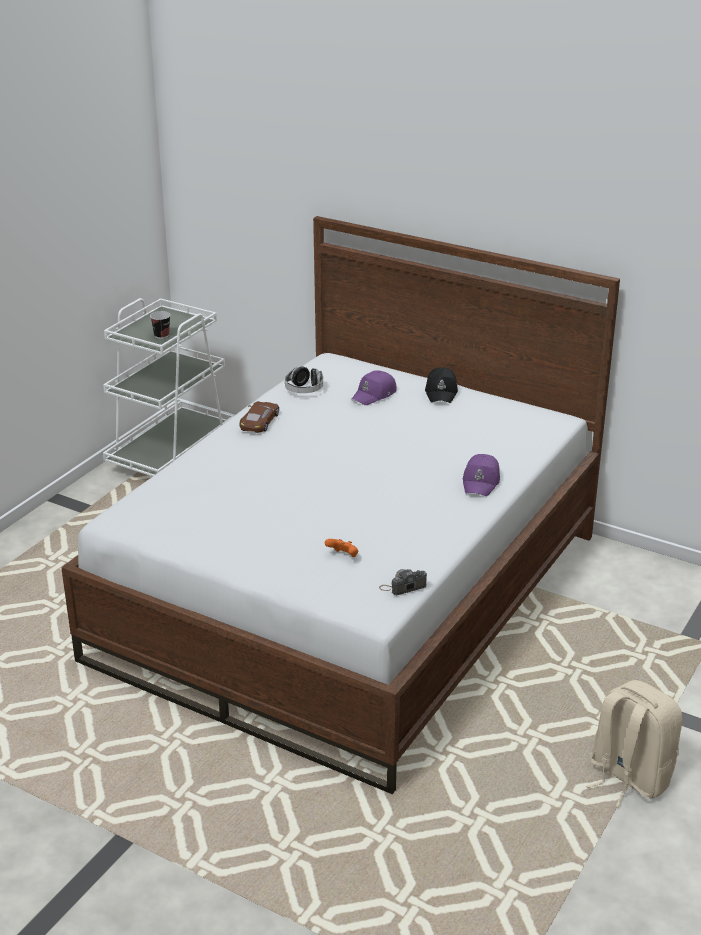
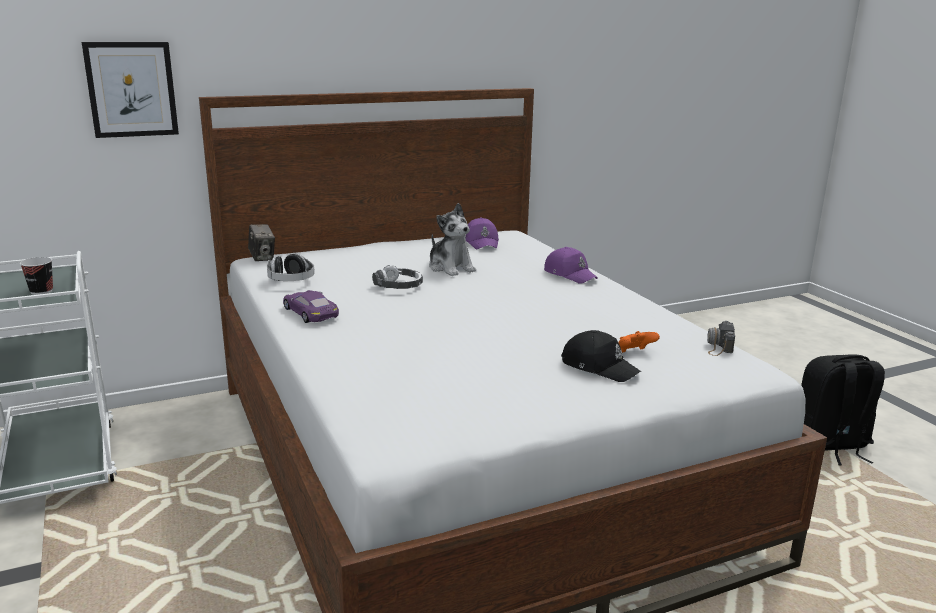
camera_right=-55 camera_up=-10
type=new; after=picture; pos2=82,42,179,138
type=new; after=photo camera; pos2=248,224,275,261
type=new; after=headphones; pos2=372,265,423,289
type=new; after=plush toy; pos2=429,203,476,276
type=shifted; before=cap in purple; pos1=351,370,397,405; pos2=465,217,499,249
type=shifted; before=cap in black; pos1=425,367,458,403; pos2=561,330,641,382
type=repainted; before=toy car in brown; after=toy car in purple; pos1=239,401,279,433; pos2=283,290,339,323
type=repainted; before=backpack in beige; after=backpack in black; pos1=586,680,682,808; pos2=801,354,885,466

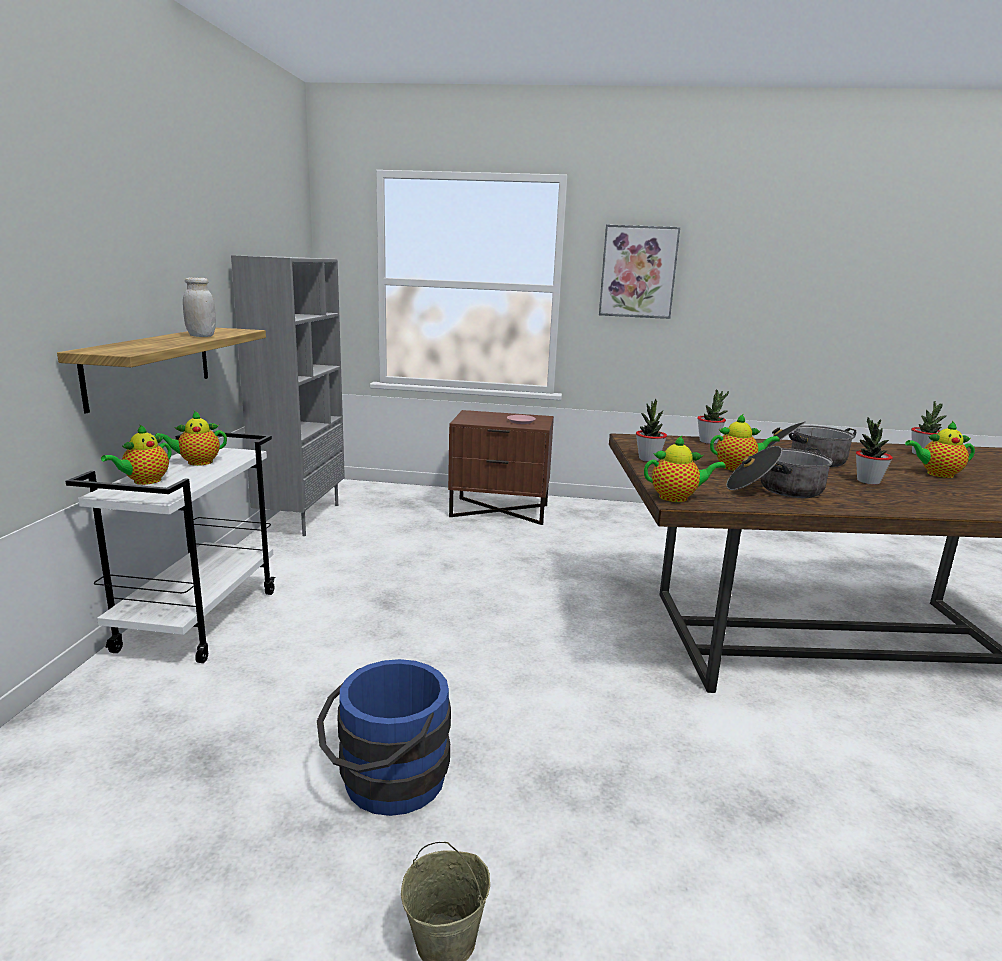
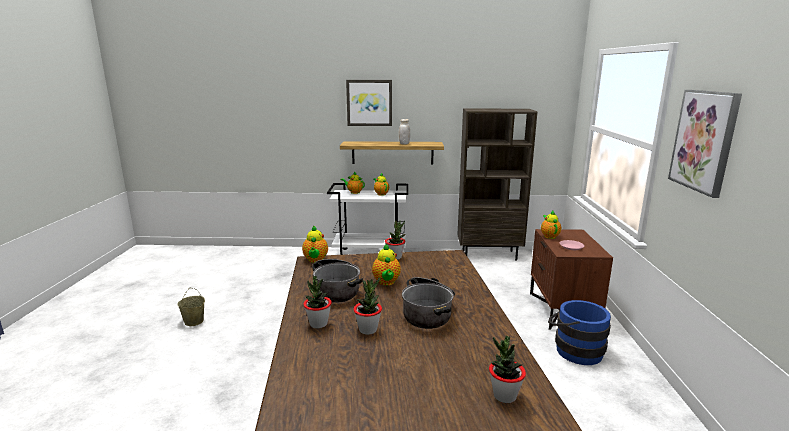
camera_right=85 camera_up=0
type=new; after=picture; pos2=346,80,392,126
type=shifted; before=bucket in blue; pos1=317,659,451,816; pos2=548,300,611,365
type=shifted; before=potted plant; pos1=697,389,729,444; pos2=303,276,332,329
type=shifted; before=teapot; pos1=905,421,975,478; pos2=541,211,561,239
type=repainted; before=bookcase in grey; after=bookcase in brown; pos1=231,255,345,536; pos2=457,109,538,261

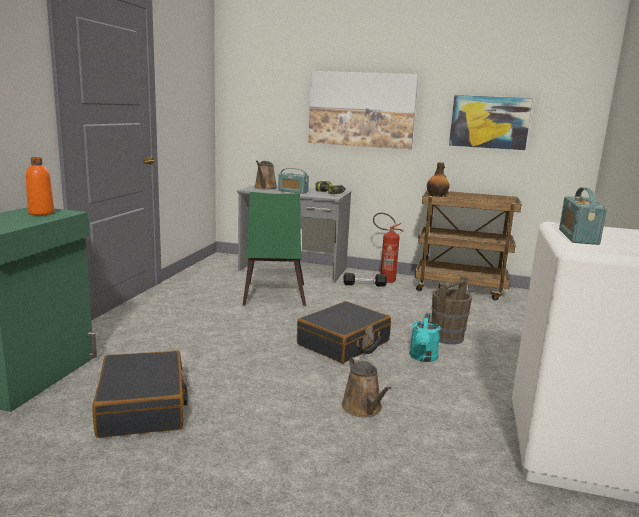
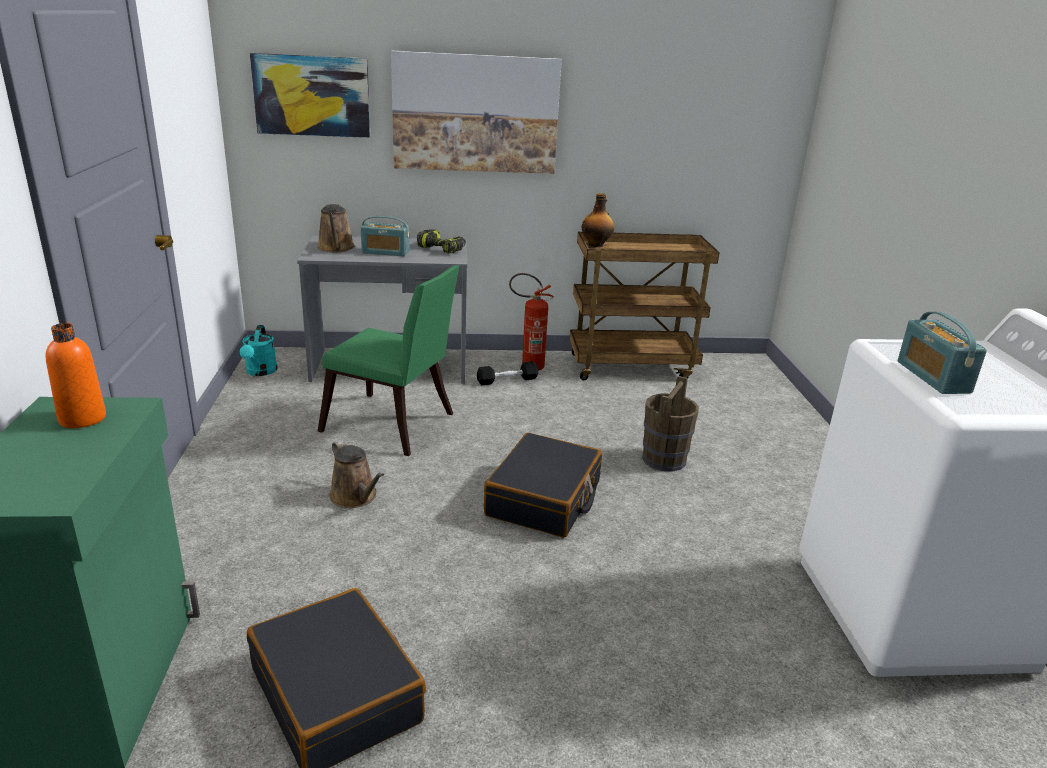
camera_right=-20 camera_up=10
type=shifted; before=watering can in brown; pos1=341,356,392,417; pos2=329,440,384,508
type=shifted; before=watering can in turquoise; pos1=409,313,441,362; pos2=240,325,278,376
type=shifted; before=picture; pos1=449,95,533,150; pos2=250,53,370,138
type=rotated; before=chair in green; pos1=243,192,306,306; pos2=318,265,460,456; turn=-45

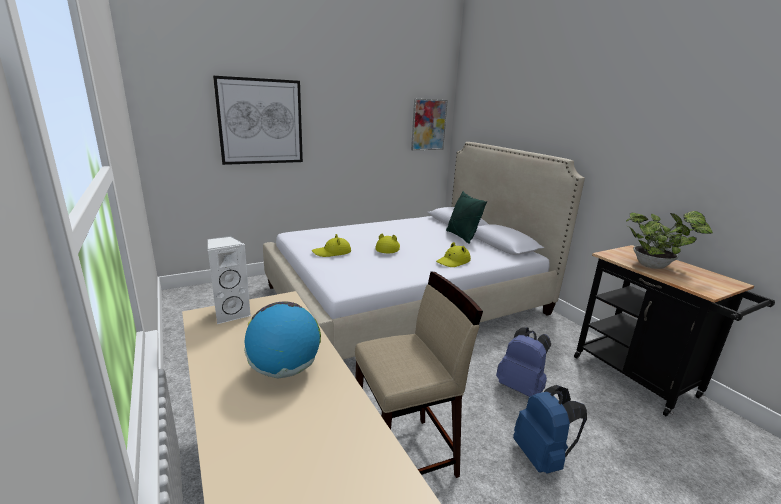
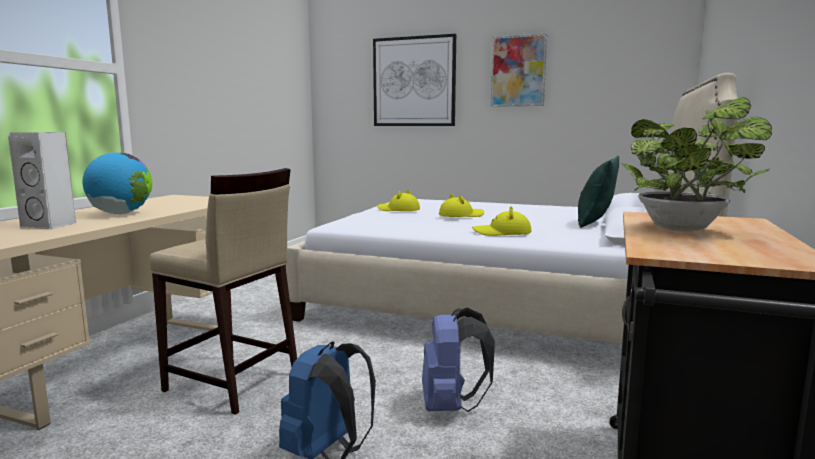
camera_right=50 camera_up=-10
type=shifted; before=speaker in white; pos1=208,236,252,324; pos2=8,132,76,229
type=shifted; before=picture; pos1=411,99,448,150; pos2=491,34,547,107

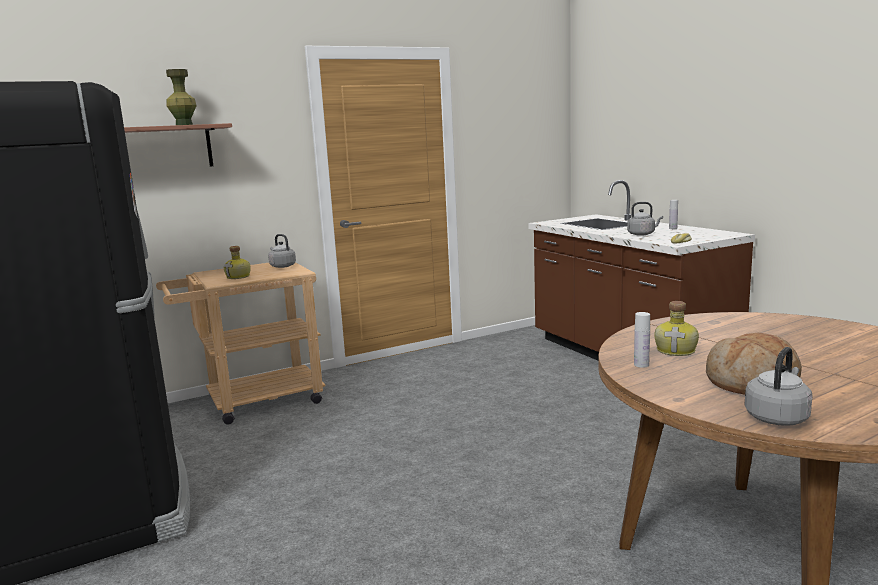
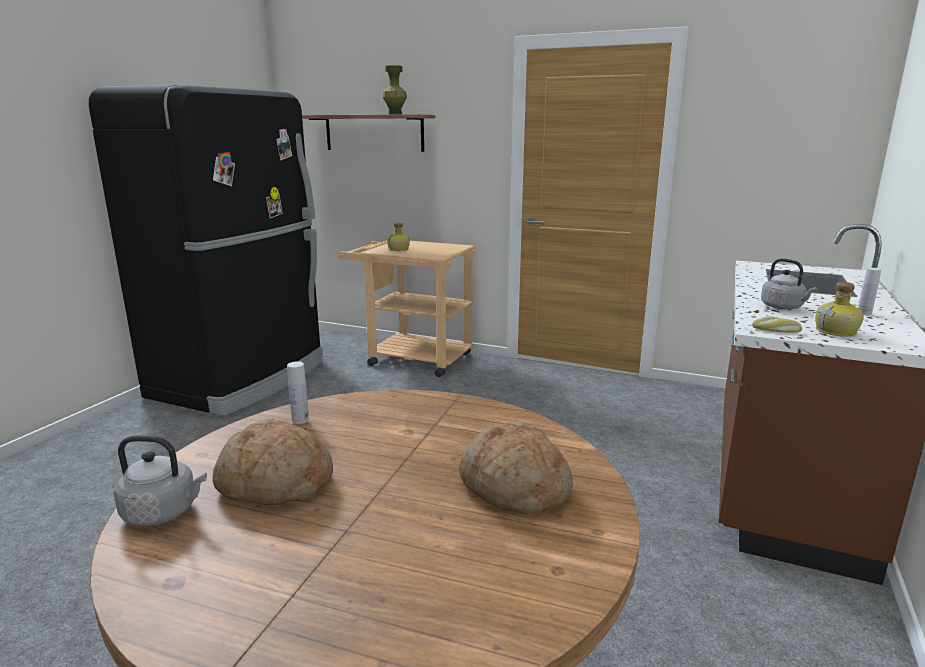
camera_right=50 camera_up=5
type=gone; before=kettle in grey; pos1=268,234,296,268
type=new; after=bread; pos2=459,422,573,515
type=shifted; before=bottle; pos1=655,301,699,356; pos2=815,282,864,337

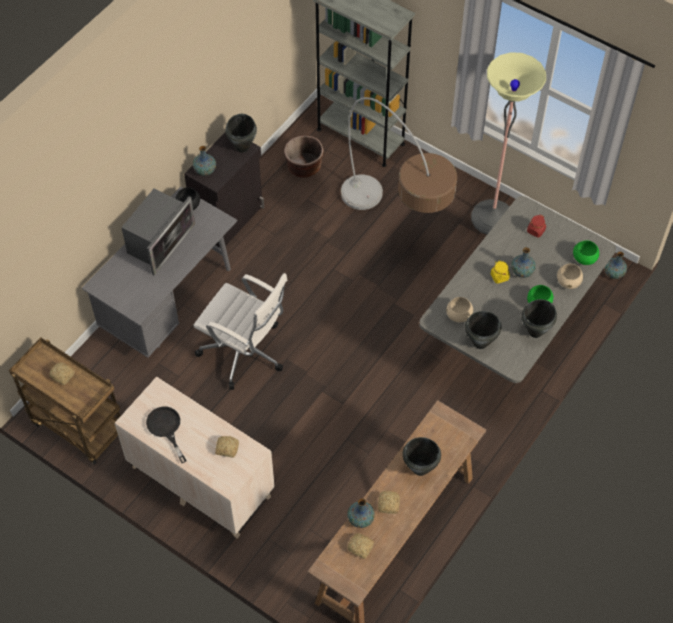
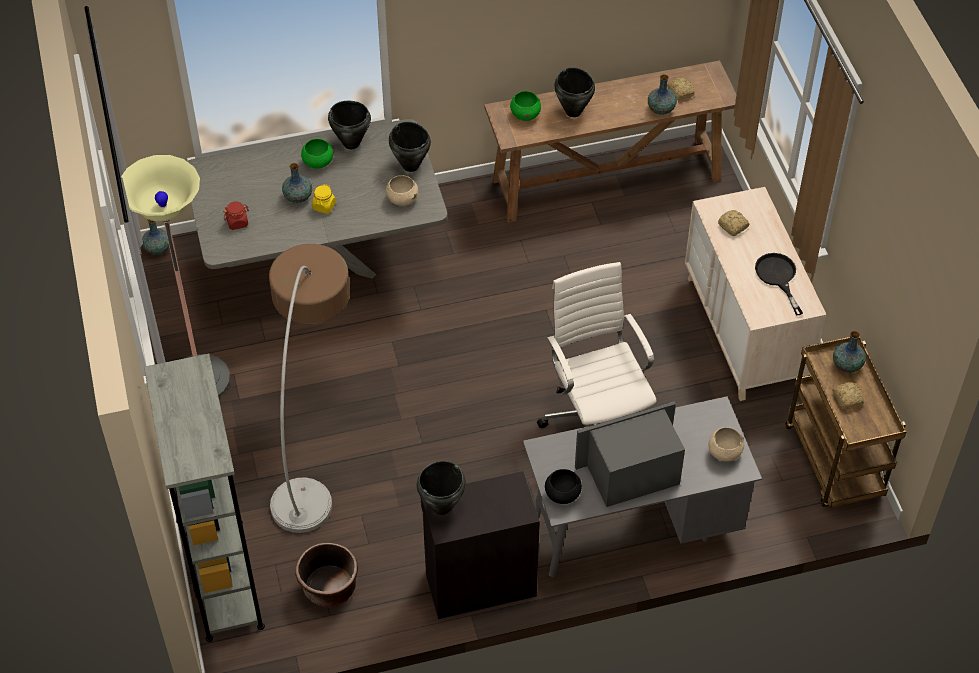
camera_right=-140 camera_up=-5
type=gone; before=bread; pos1=378,491,400,514
type=shifted; before=vase; pos1=193,146,216,176; pos2=833,331,866,373
type=shifted; before=bowl in beige; pos1=557,264,583,289; pos2=709,427,744,462
type=shifted; before=bowl in green; pos1=573,240,599,265; pos2=510,91,541,121
type=rotated; before=frying pan in black; pos1=146,407,187,463; pos2=755,253,803,316; turn=150

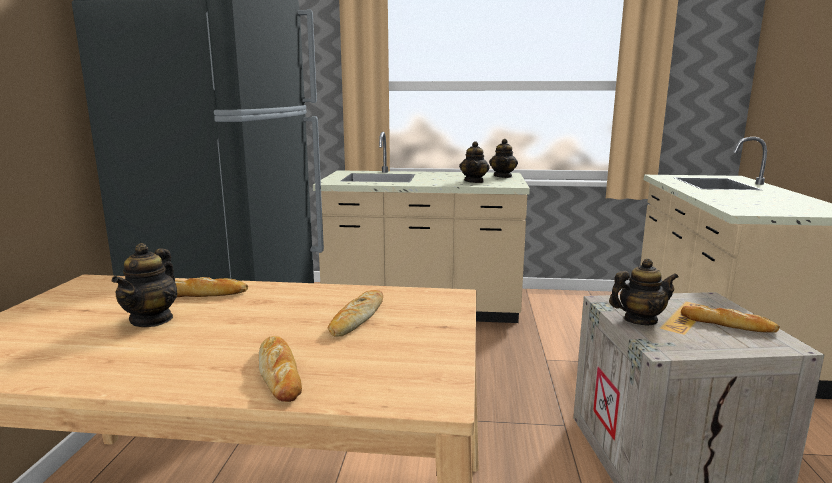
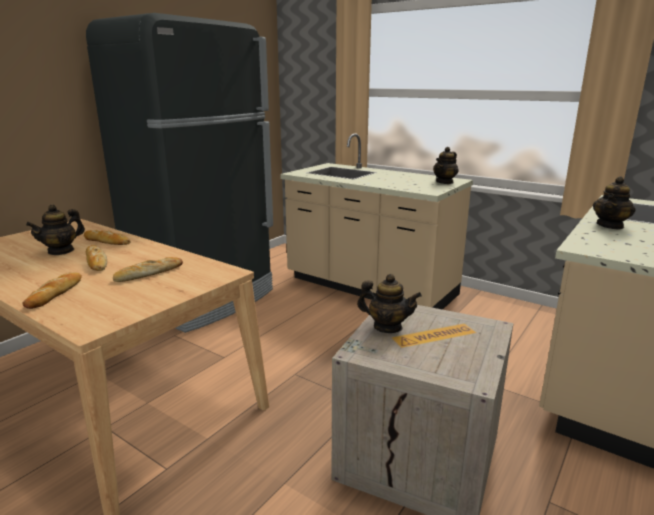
camera_right=30 camera_up=5
type=shifted; before=teapot; pos1=459,141,490,183; pos2=593,176,636,230
type=shifted; before=bread; pos1=681,306,780,333; pos2=86,245,107,271

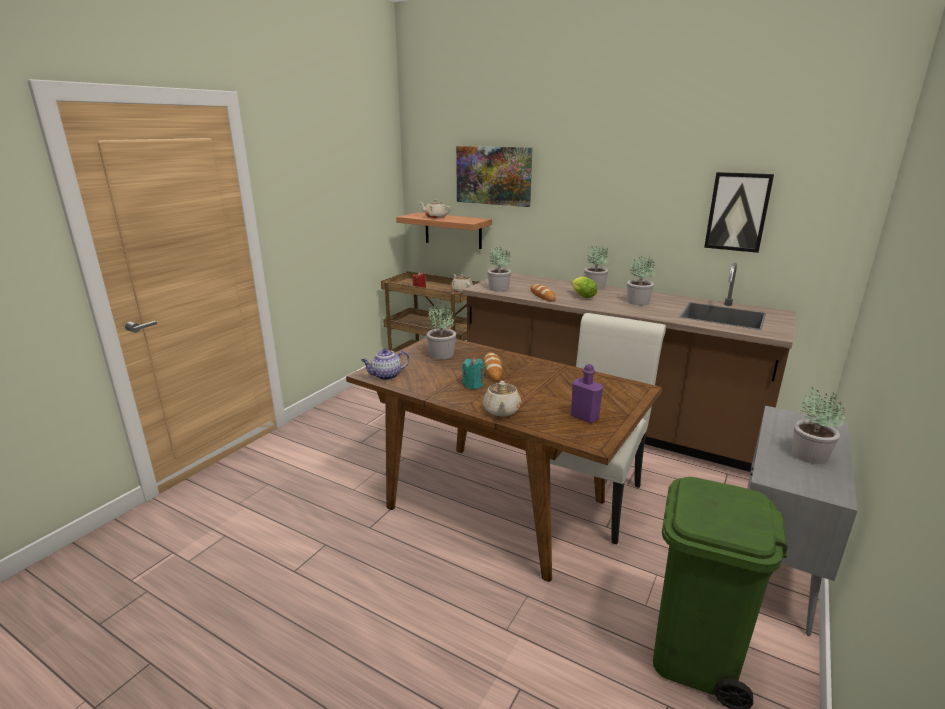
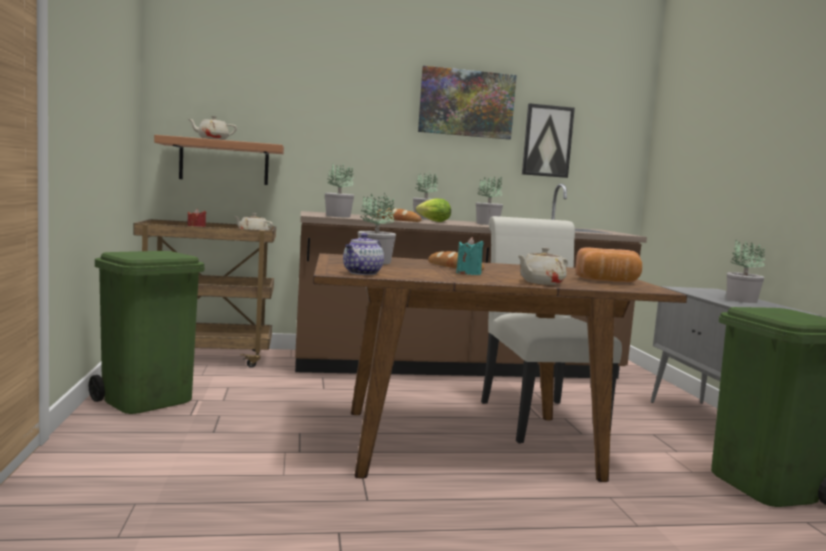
camera_right=-40 camera_up=-15
type=new; after=trash can in green; pos2=89,251,204,414
type=shifted; before=picture; pos1=456,146,532,207; pos2=418,65,517,140
type=swapped; before=bottle in purple; after=bread; pos1=571,364,603,423; pos2=575,248,642,282
type=rotated; before=teapot in beige; pos1=483,381,521,417; pos2=517,248,568,285; turn=90

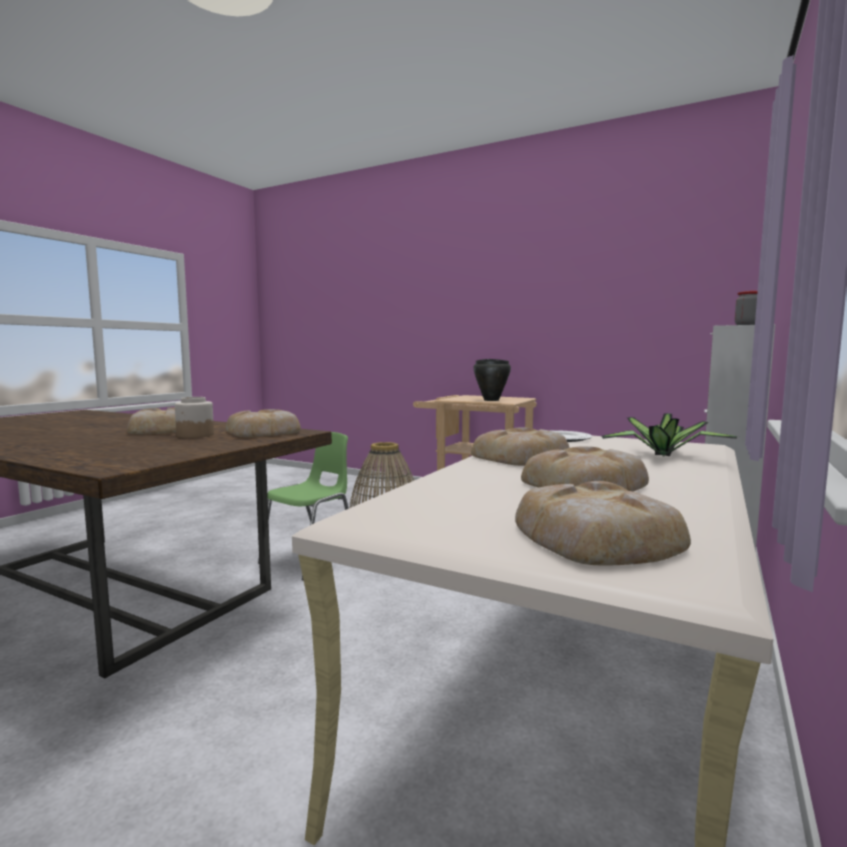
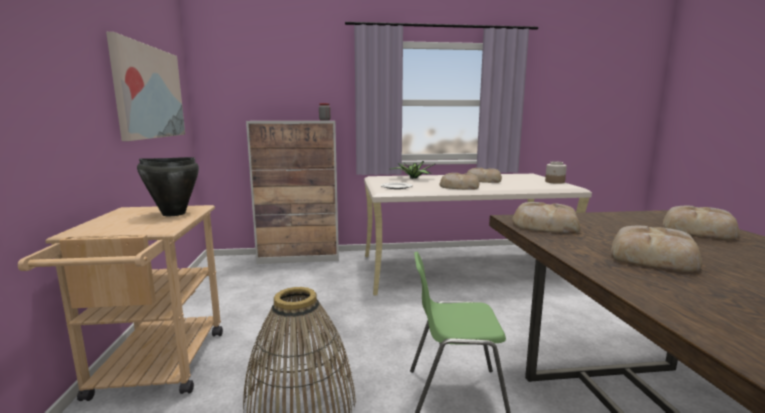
camera_right=-125 camera_up=5
type=new; after=picture; pos2=106,32,185,141
type=shifted; before=jar; pos1=175,397,214,438; pos2=545,161,567,184
type=shifted; before=bread; pos1=515,481,691,566; pos2=663,206,740,239

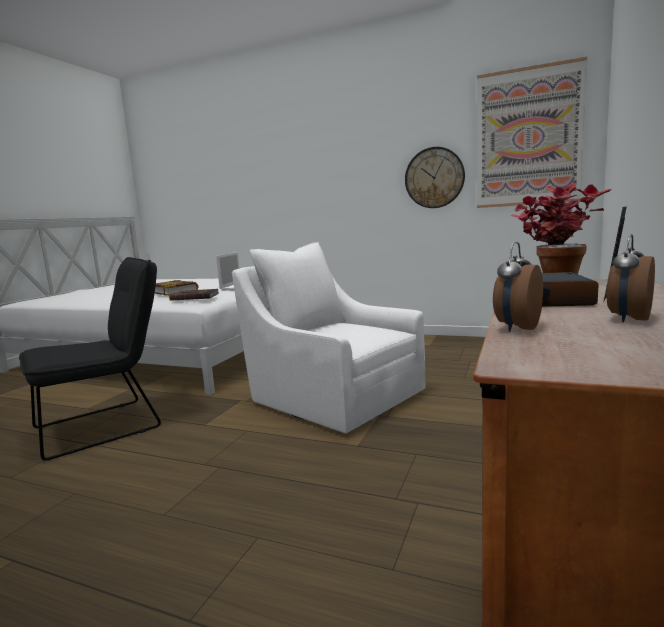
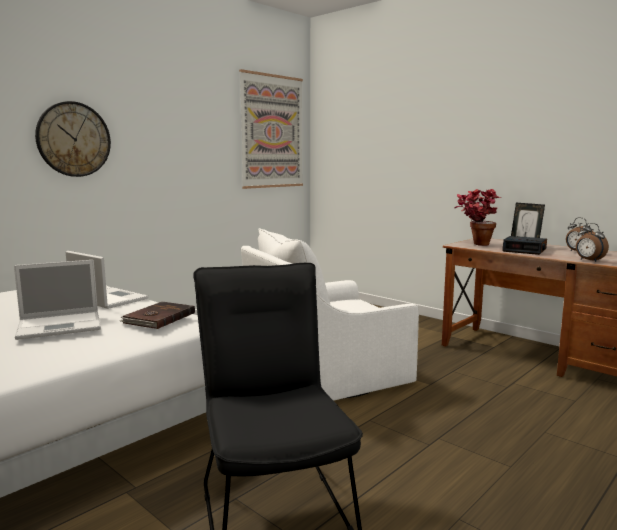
camera_right=-70 camera_up=0
type=shifted; before=wall clock; pos1=405,147,465,208; pos2=35,101,111,177
type=swapped; before=book; after=laptop; pos1=155,280,199,296; pos2=14,260,101,340

